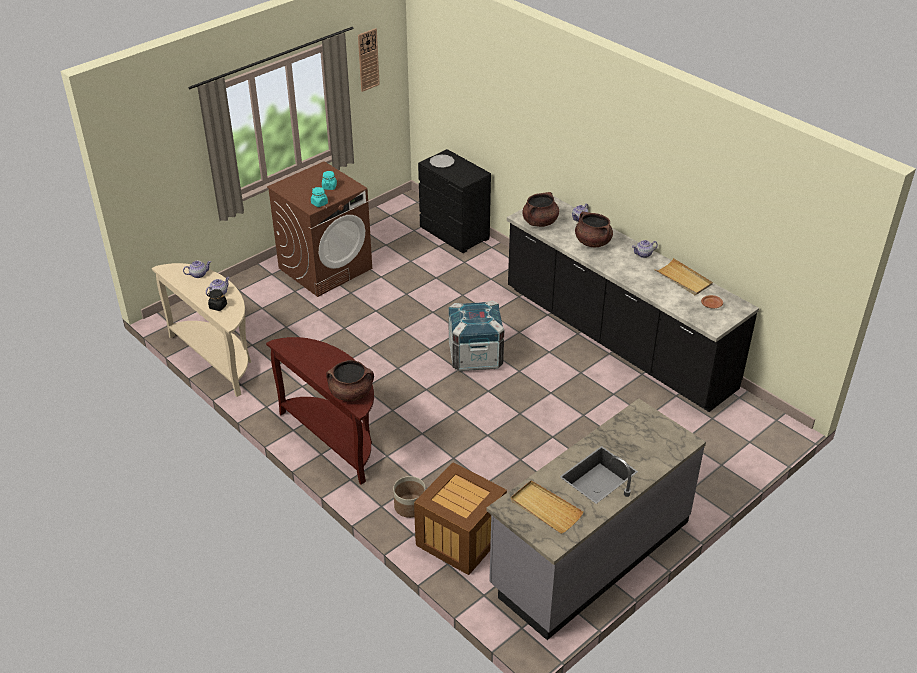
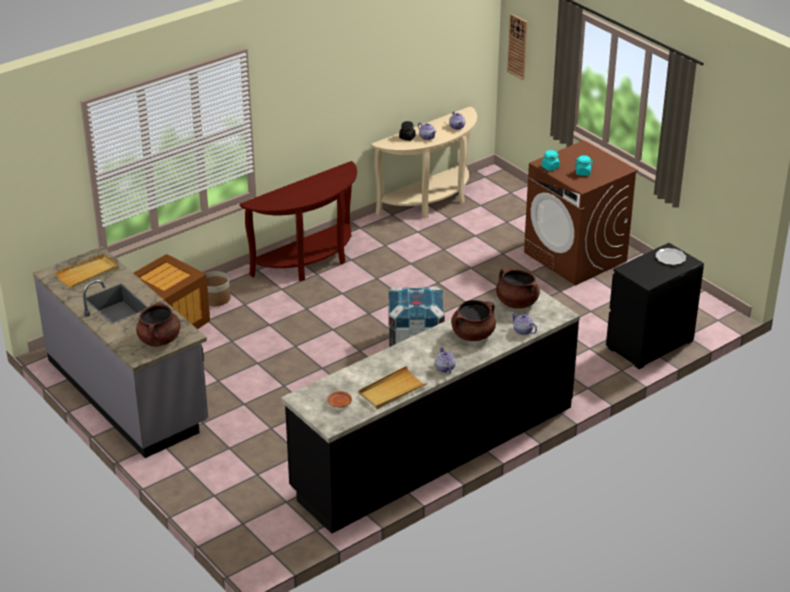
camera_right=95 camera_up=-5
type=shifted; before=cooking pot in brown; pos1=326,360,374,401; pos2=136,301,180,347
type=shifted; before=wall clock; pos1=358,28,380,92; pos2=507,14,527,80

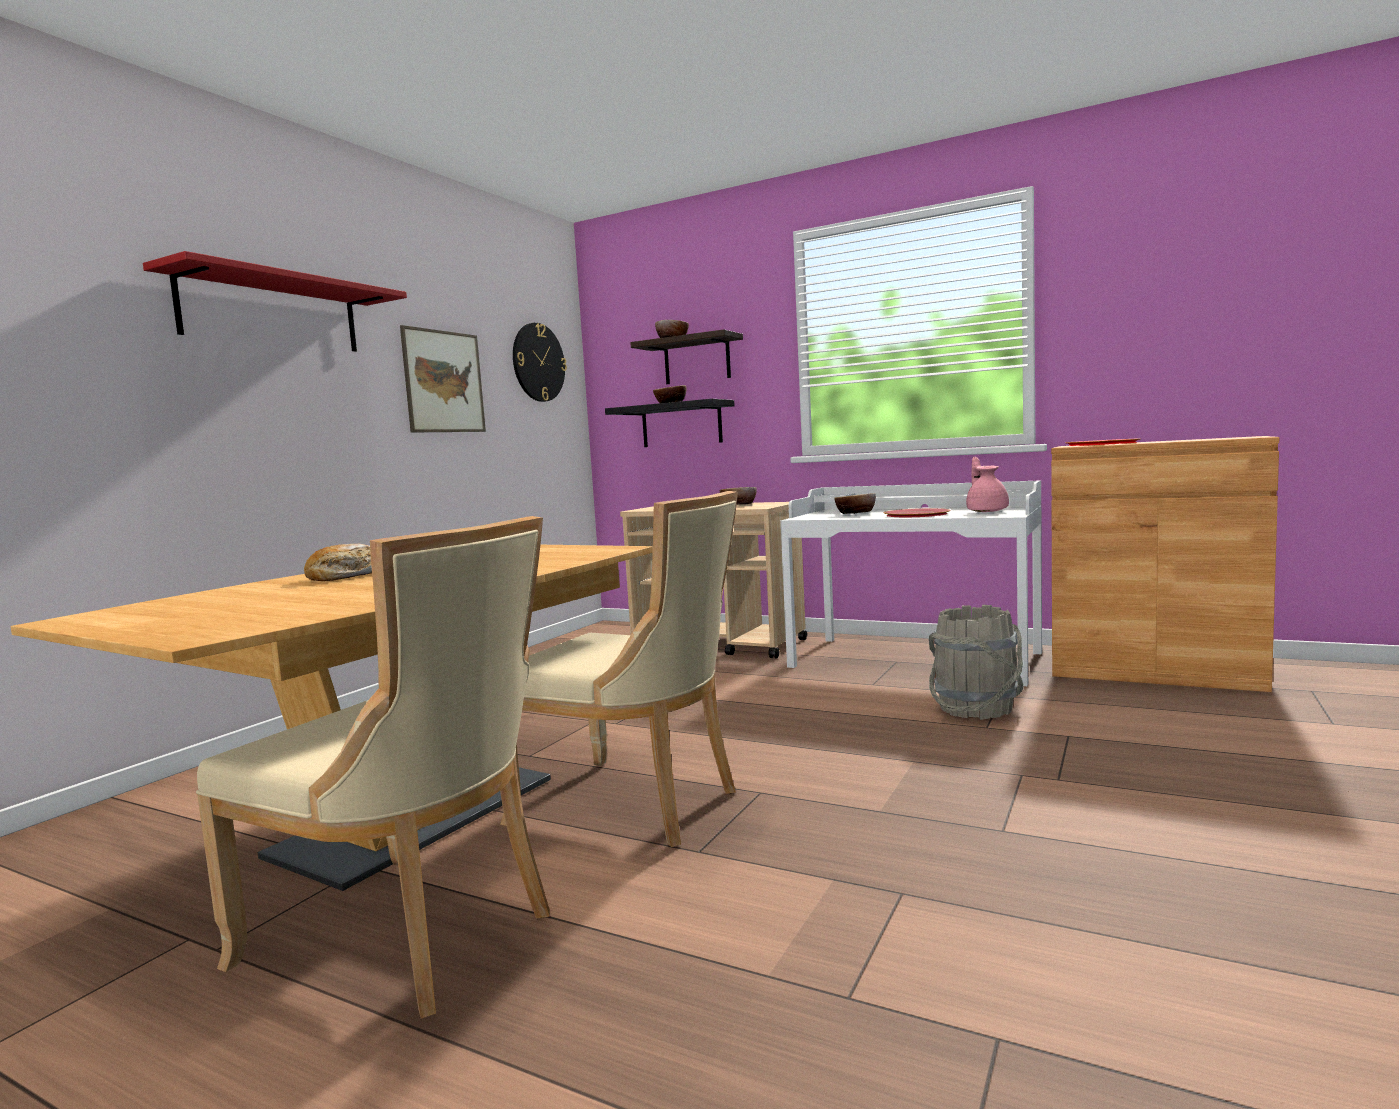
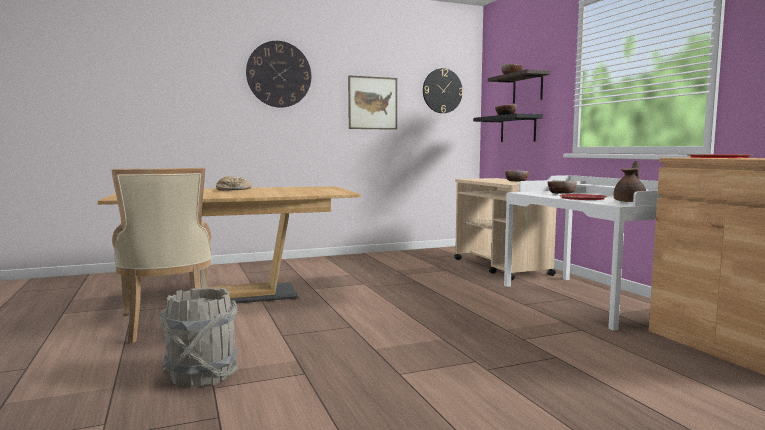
camera_right=40 camera_up=0
type=gone; before=chair in beige; pos1=500,491,738,847
type=shifted; before=bucket in grey; pos1=929,605,1023,720; pos2=160,288,238,388
type=swapped; before=shelf in red; after=wall clock; pos1=143,251,407,352; pos2=246,41,311,108
type=repainted; before=teapot in pink; after=teapot in brown; pos1=966,457,1009,512; pos2=613,161,646,202

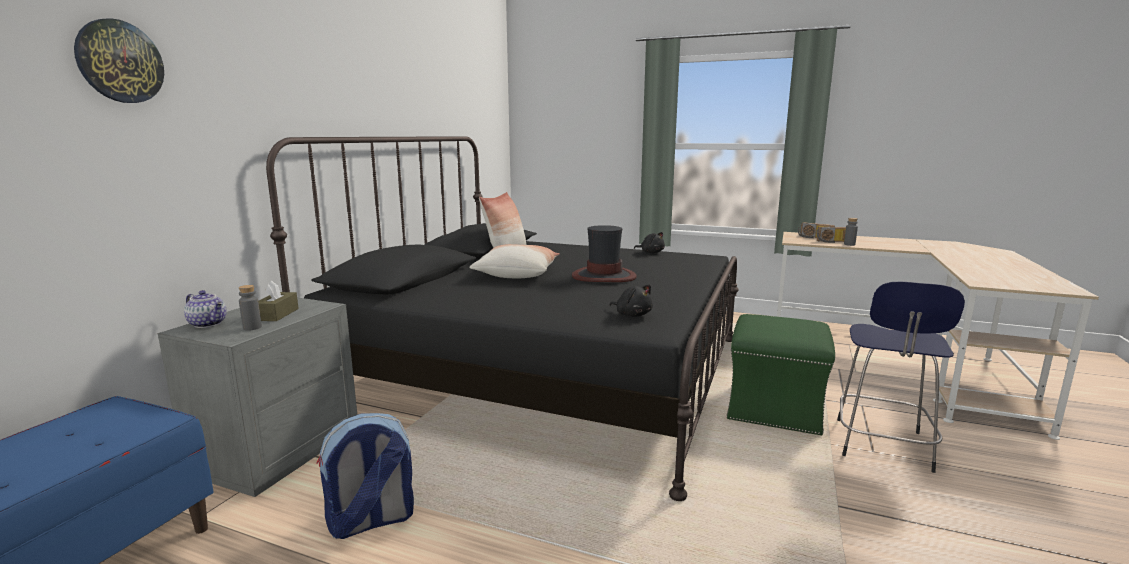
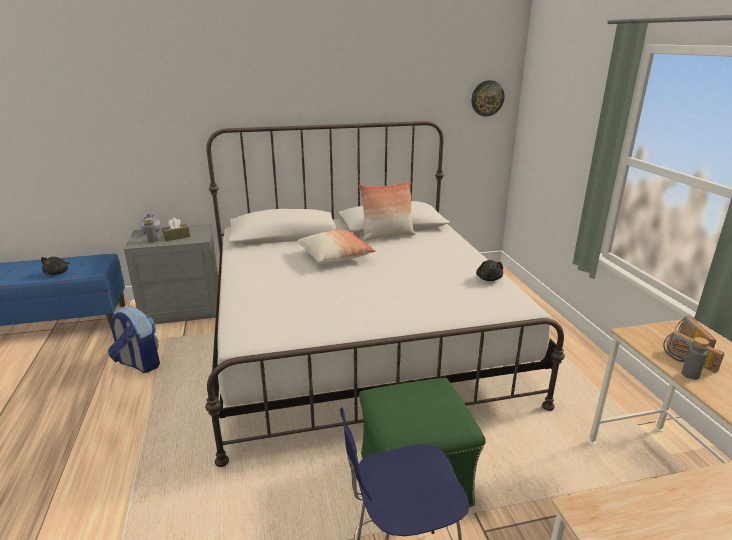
camera_right=55 camera_up=10
type=gone; before=hat; pos1=572,225,636,282
type=shifted; before=wall clock; pos1=74,18,164,103; pos2=471,80,504,117
type=shifted; before=plush toy in black; pos1=609,284,653,317; pos2=41,257,70,275
type=repainted; before=bed in black; after=bed in white; pos1=266,136,739,501; pos2=205,121,565,467

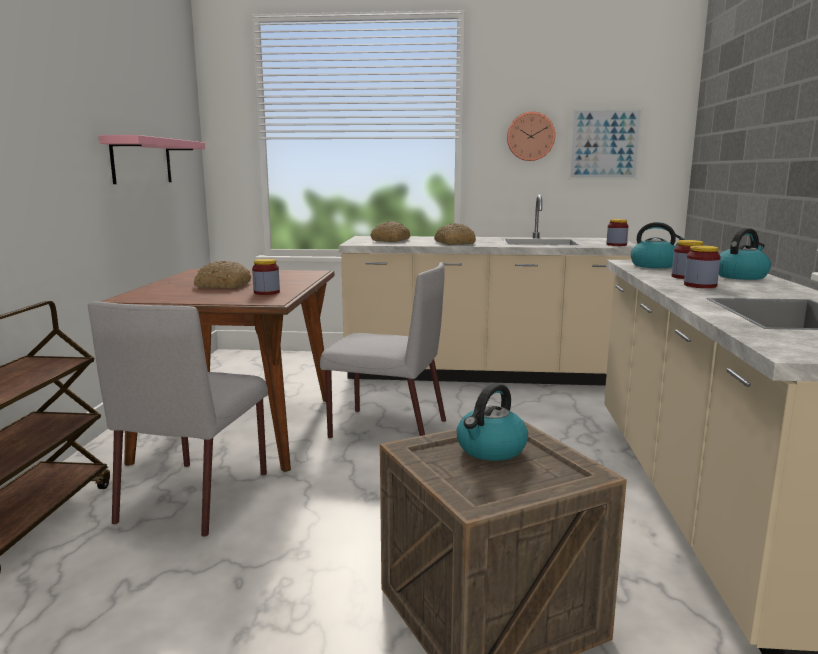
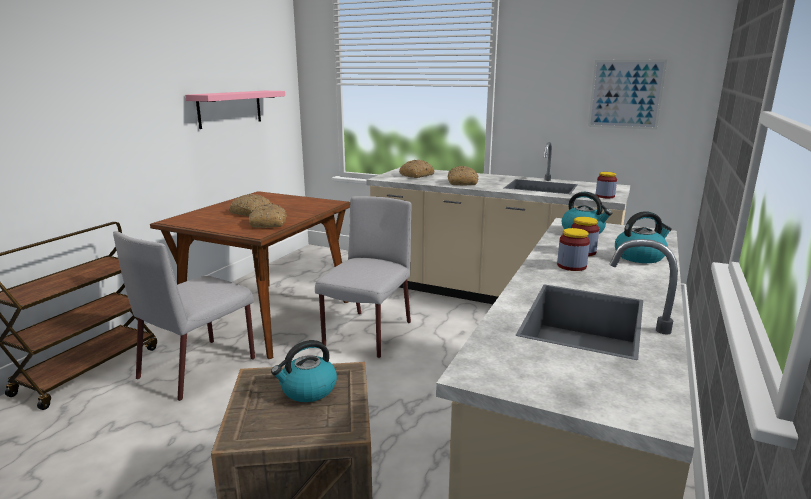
camera_right=20 camera_up=5
type=gone; before=wall clock; pos1=507,112,555,161
type=swapped; before=jar; after=bread; pos1=252,259,280,295; pos2=249,203,287,228
type=rotated; before=chair in grey; pos1=320,262,446,439; pos2=315,196,412,358; turn=-105

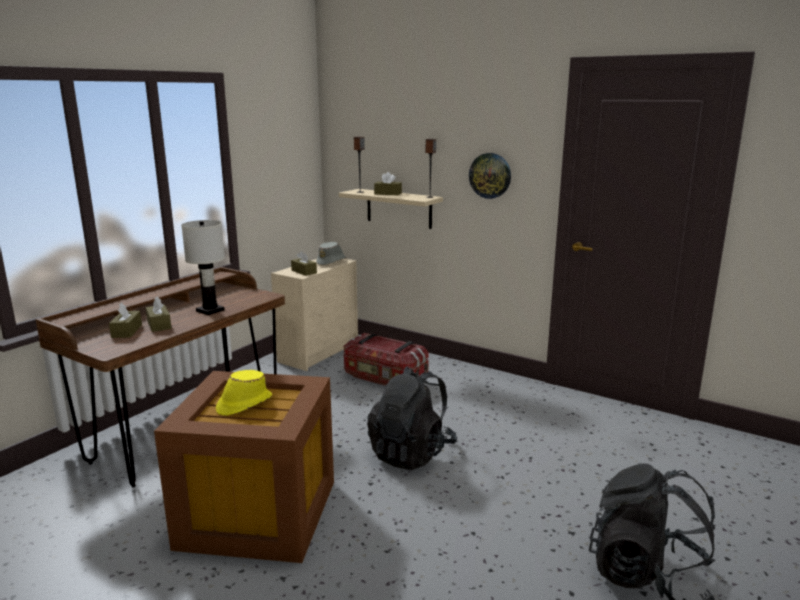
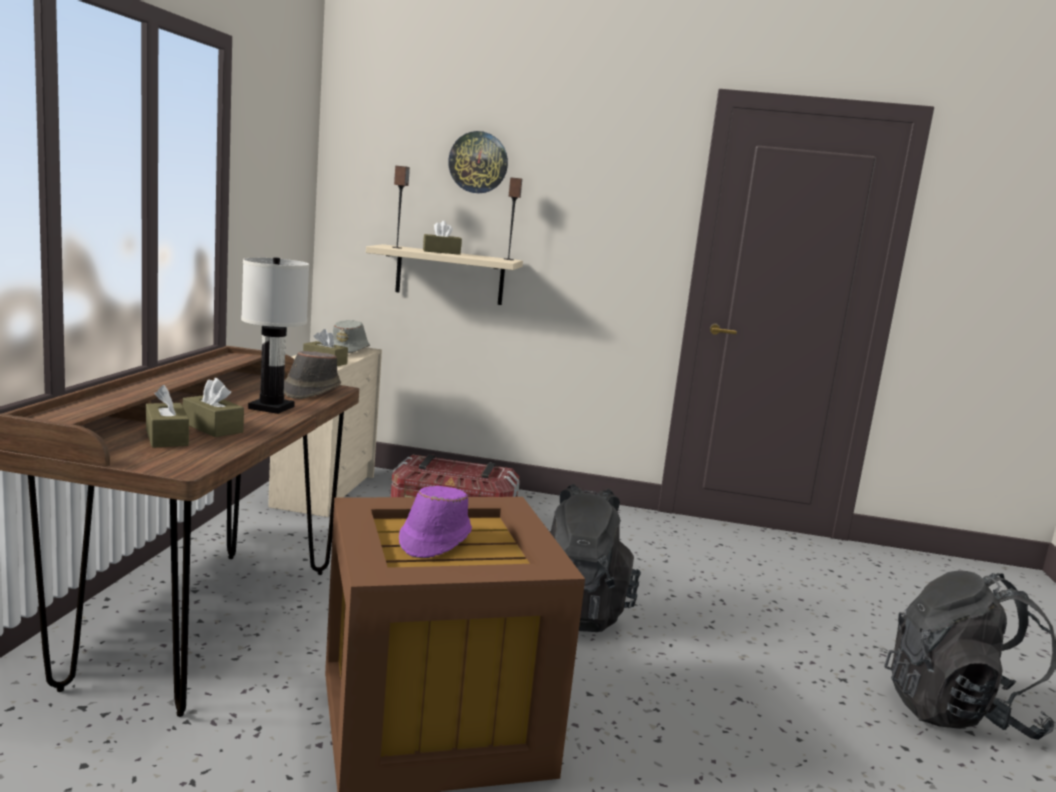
camera_right=-25 camera_up=-5
type=new; after=hat in brown; pos2=284,351,341,399
type=shifted; before=wall clock; pos1=469,153,511,199; pos2=448,131,508,193
type=repainted; before=hat in yellow; after=hat in purple; pos1=216,370,272,416; pos2=399,486,472,558

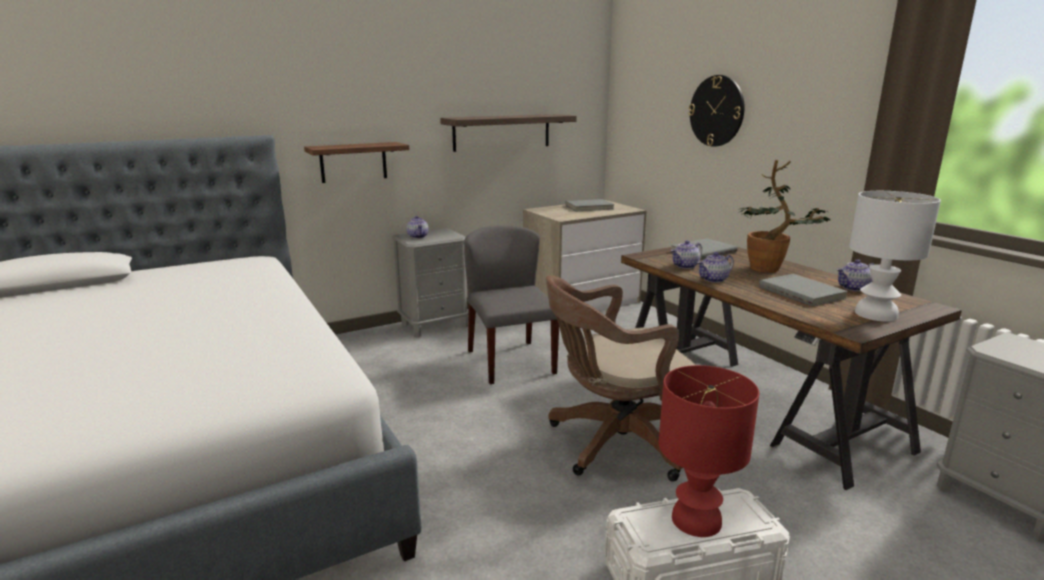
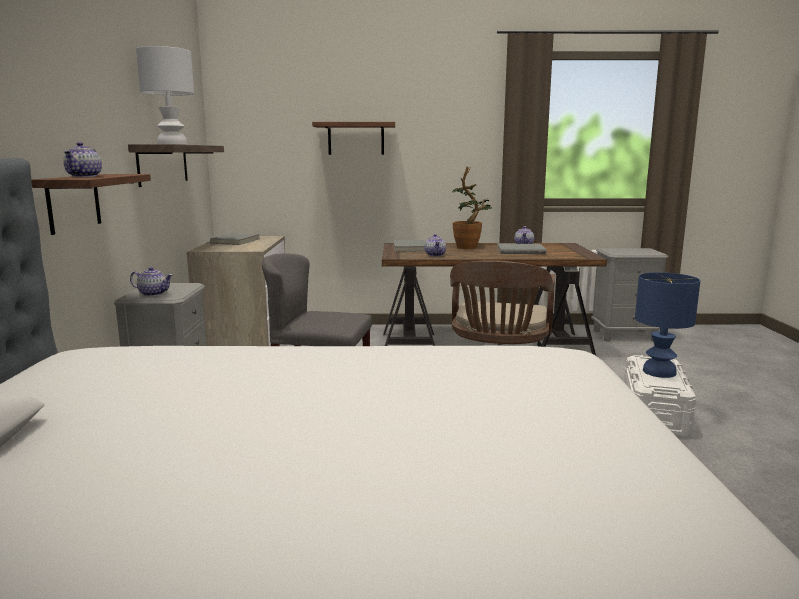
camera_right=-60 camera_up=-5
type=shifted; before=teapot; pos1=697,252,734,283; pos2=63,142,102,177
type=shifted; before=table lamp in white; pos1=849,191,941,322; pos2=136,46,194,145
type=swapped; before=wall clock; after=shelf; pos1=688,75,745,147; pos2=312,122,395,155
type=repainted; before=table lamp in red; after=table lamp in blue; pos1=659,365,759,537; pos2=635,272,700,378

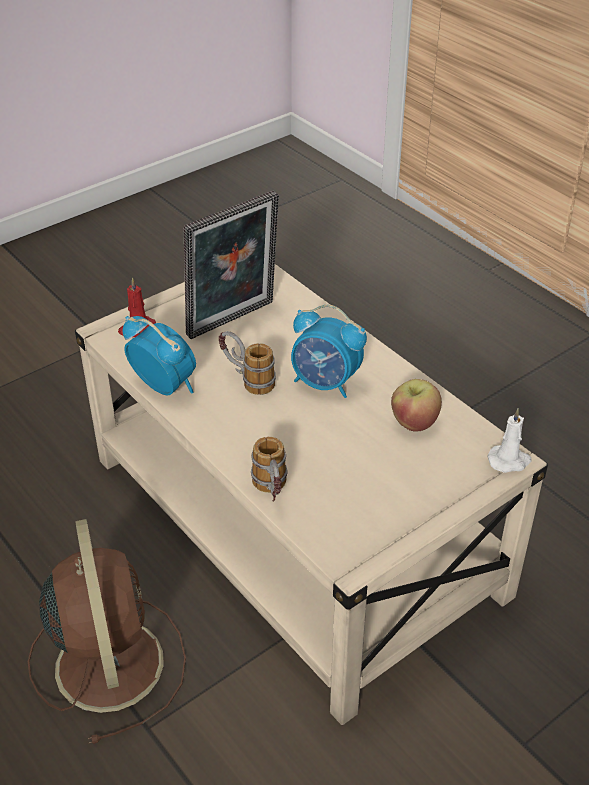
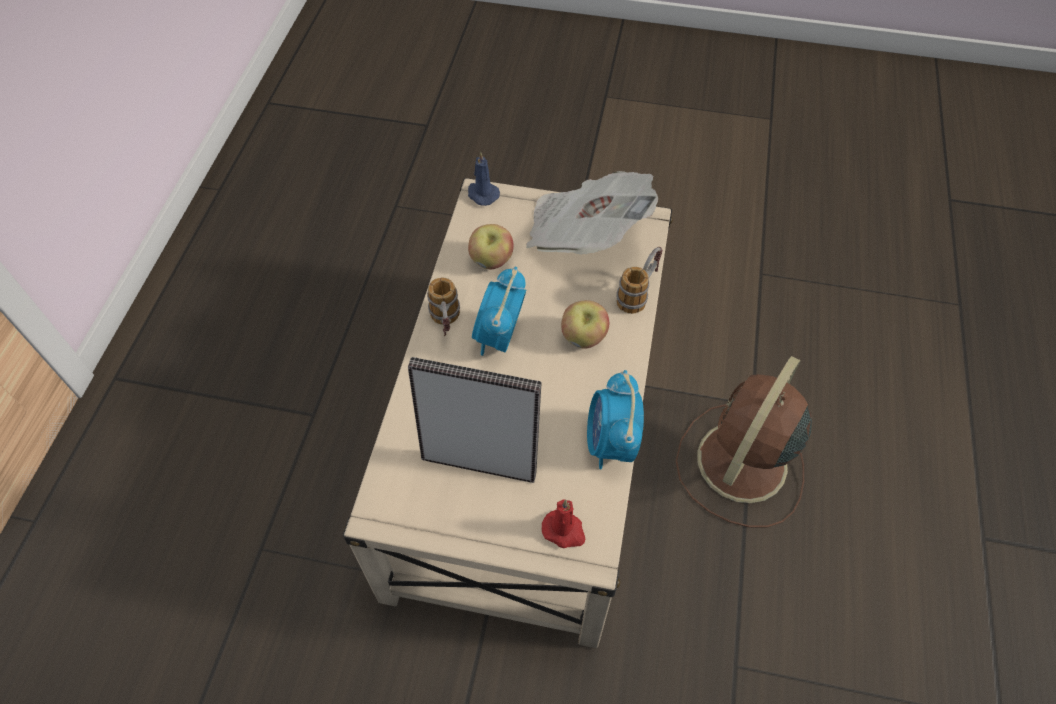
camera_right=-130 camera_up=15
type=new; after=newspaper; pos2=526,171,658,255
type=new; after=apple; pos2=561,300,609,349
type=shifted; before=mug; pos1=219,331,276,395; pos2=427,278,460,336
type=repainted; before=candle in white; after=candle in blue; pos1=487,408,532,473; pos2=468,152,500,206
type=rotated; before=alarm clock; pos1=291,305,367,398; pos2=472,267,526,356; turn=-150

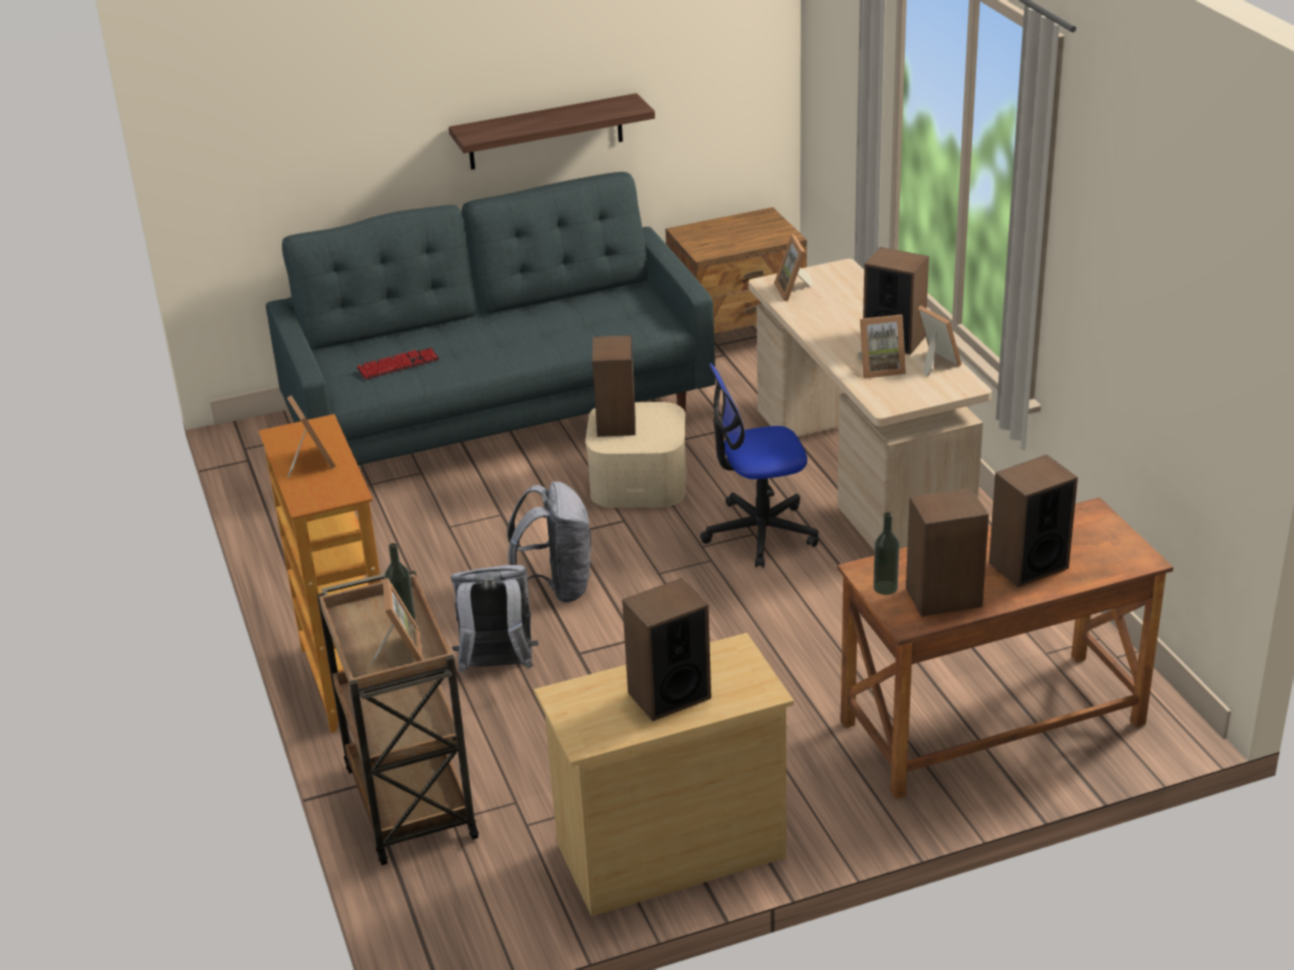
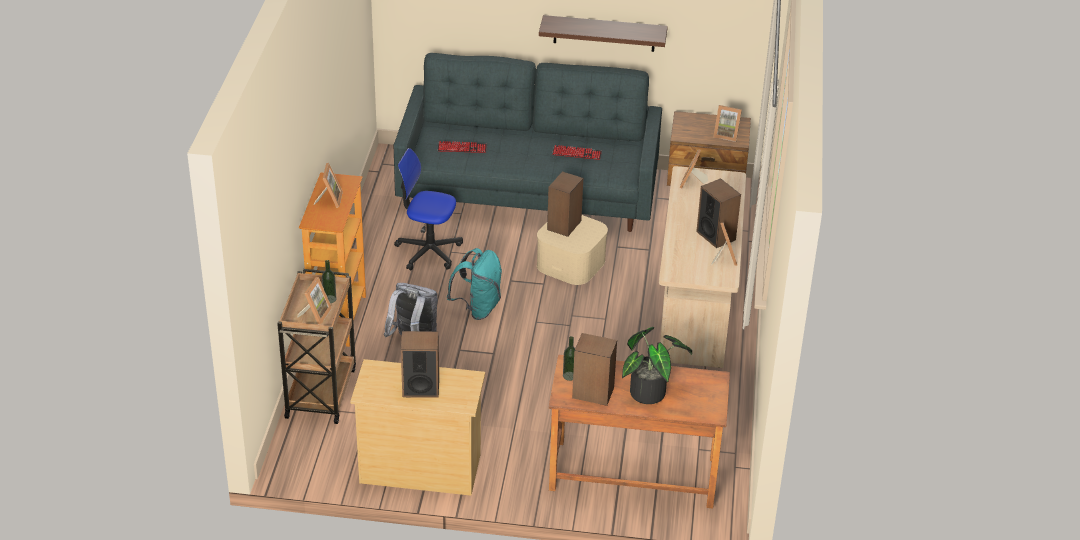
camera_right=25 camera_up=5
type=new; after=keyboard; pos2=552,145,602,160
type=shifted; before=office chair; pos1=700,363,819,568; pos2=394,148,463,270
type=shifted; before=picture frame; pos1=857,314,906,379; pos2=713,105,742,142
type=swapped; before=speaker; after=potted plant; pos1=989,455,1078,587; pos2=622,327,692,404
type=repainted; before=backpack in grey; after=backpack in turquoise; pos1=507,481,591,603; pos2=447,248,502,320

